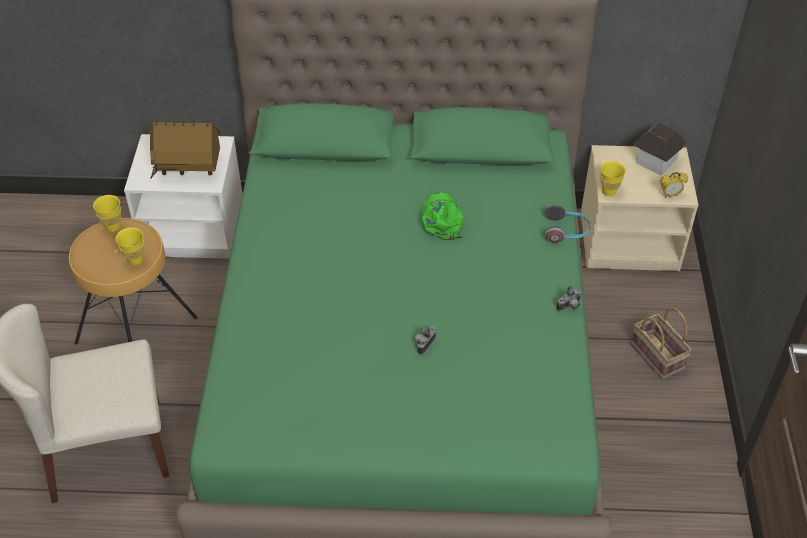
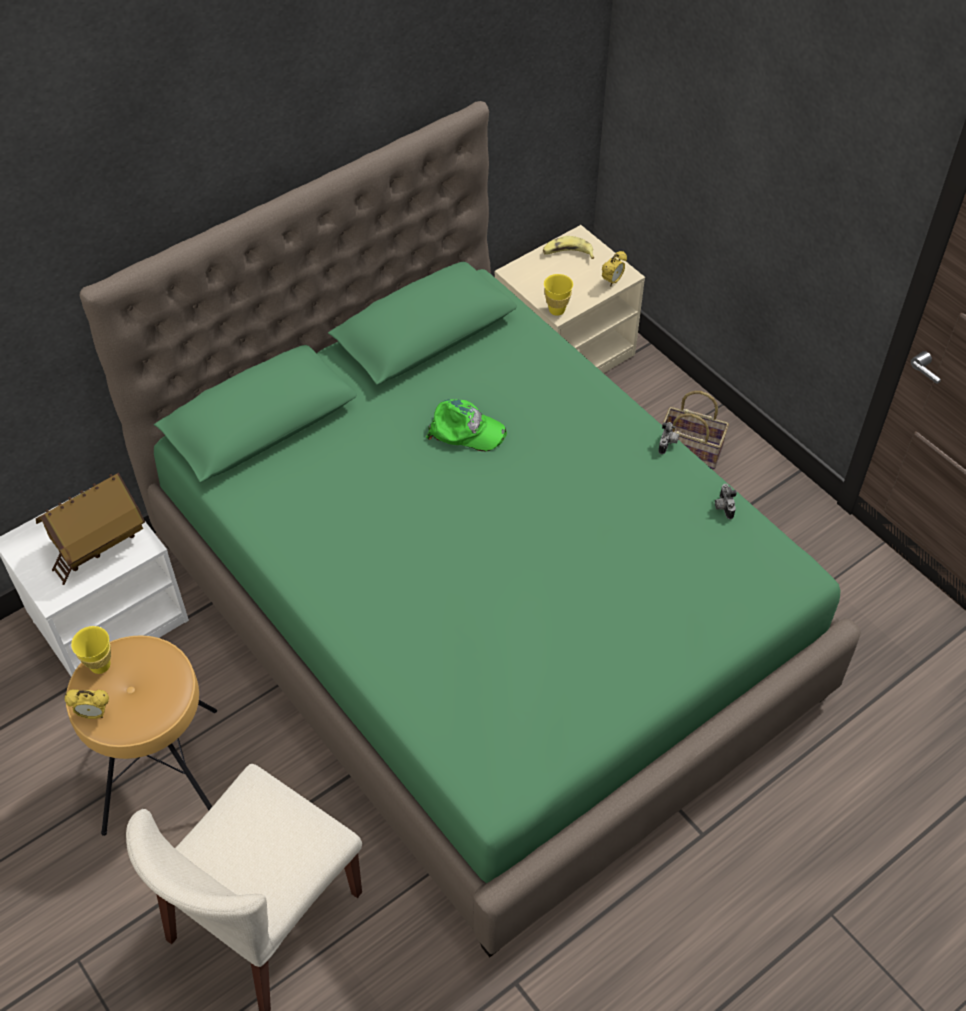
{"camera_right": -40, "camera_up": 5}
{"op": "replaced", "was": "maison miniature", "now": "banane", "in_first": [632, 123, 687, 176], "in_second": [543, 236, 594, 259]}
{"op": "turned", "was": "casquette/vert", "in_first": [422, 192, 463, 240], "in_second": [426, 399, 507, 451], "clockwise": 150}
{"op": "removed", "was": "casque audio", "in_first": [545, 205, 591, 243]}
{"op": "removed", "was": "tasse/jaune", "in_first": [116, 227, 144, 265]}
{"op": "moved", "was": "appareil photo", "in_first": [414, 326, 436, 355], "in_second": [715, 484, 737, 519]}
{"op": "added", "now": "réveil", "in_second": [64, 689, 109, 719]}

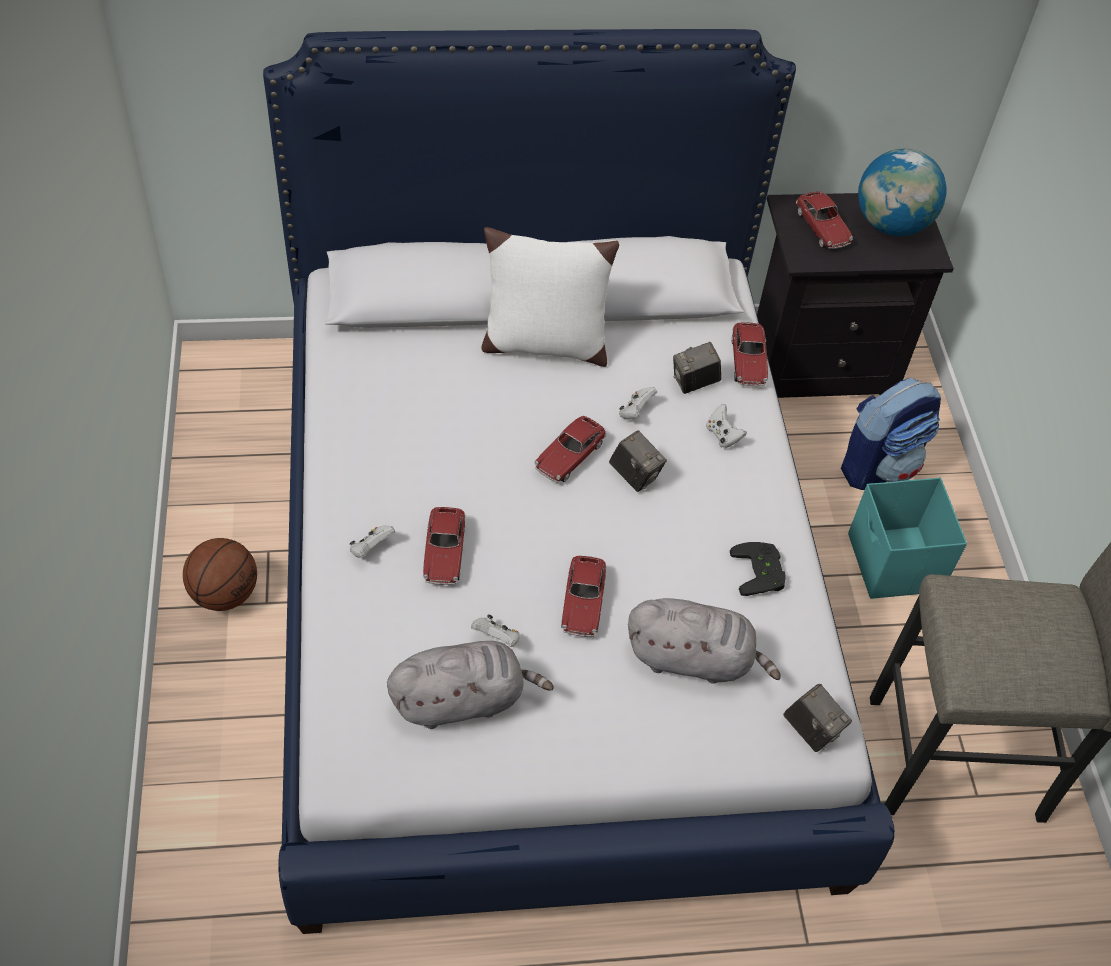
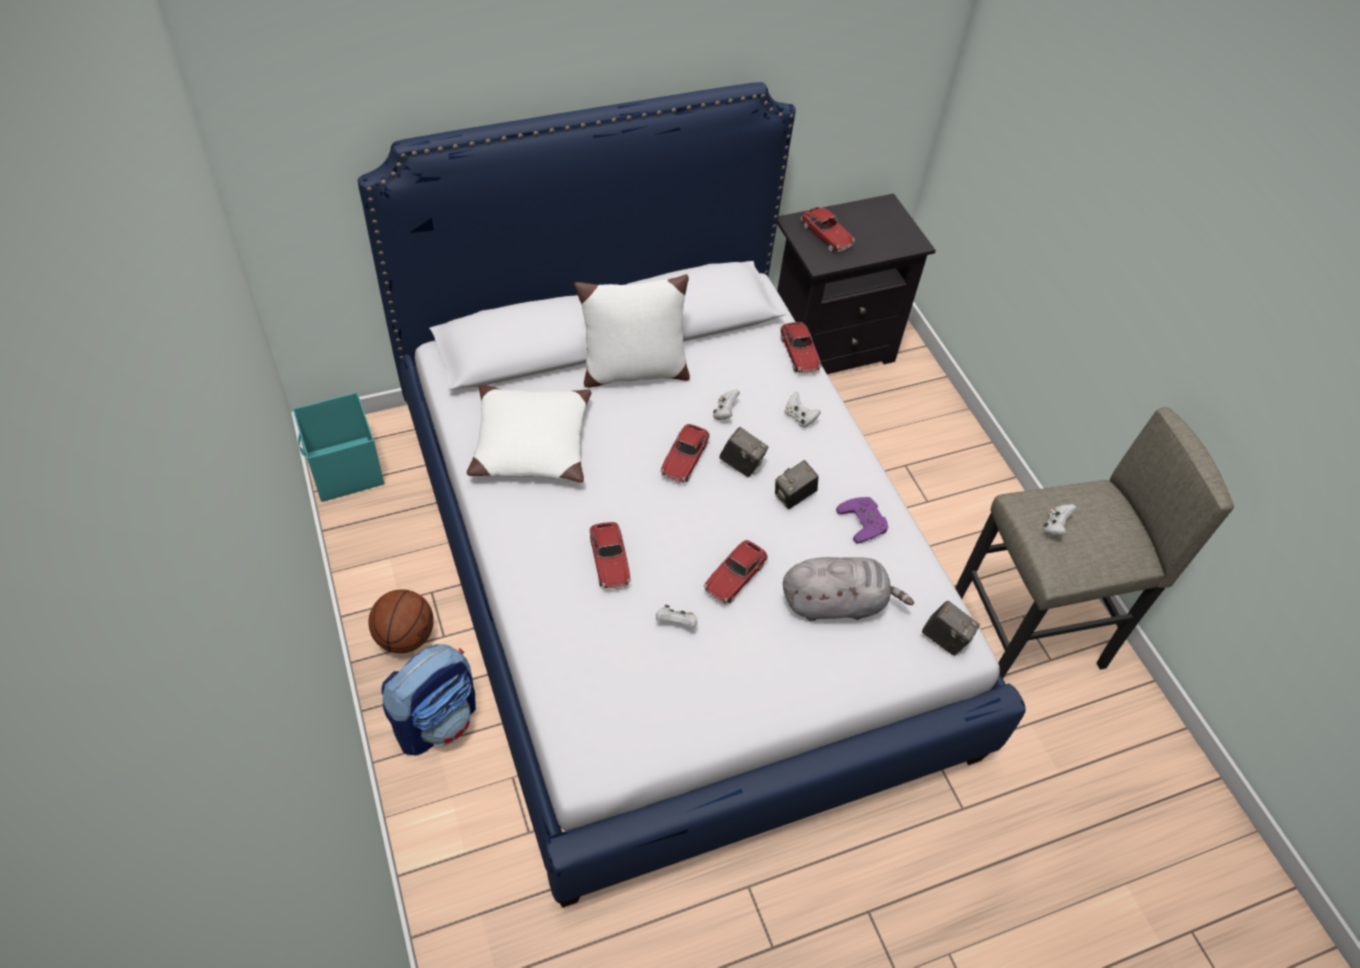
{"camera_right": -15, "camera_up": 0}
{"op": "removed", "was": "globe", "in_first": [858, 149, 946, 236]}
{"op": "moved", "was": "appareil photo", "in_first": [673, 342, 721, 394], "in_second": [775, 460, 819, 509]}
{"op": "moved", "was": "sac à dos", "in_first": [841, 378, 941, 490], "in_second": [381, 644, 476, 756]}
{"op": "moved", "was": "boîte de rangement/turquoise", "in_first": [848, 477, 967, 599], "in_second": [293, 392, 384, 502]}
{"op": "moved", "was": "manette/blanc", "in_first": [350, 525, 395, 558], "in_second": [1042, 504, 1077, 536]}
{"op": "recoloured", "was": "manette/noir", "now": "manette/violet", "in_first": [730, 542, 786, 596], "in_second": [836, 497, 888, 544]}
{"op": "turned", "was": "petite voiture", "in_first": [561, 556, 606, 637], "in_second": [704, 540, 768, 604], "clockwise": 45}
{"op": "removed", "was": "peluche/gris", "in_first": [387, 641, 554, 729]}
{"op": "added", "now": "coussin/blanc", "in_second": [467, 384, 591, 483]}

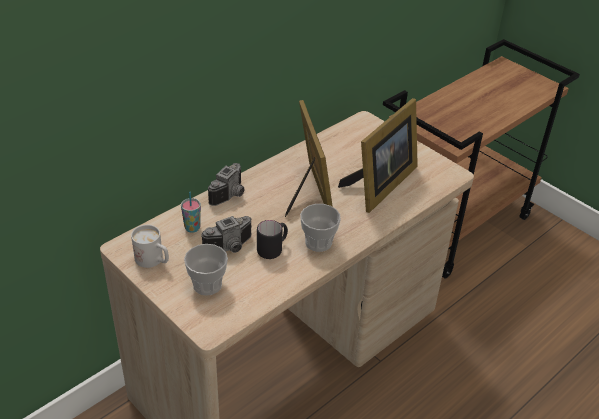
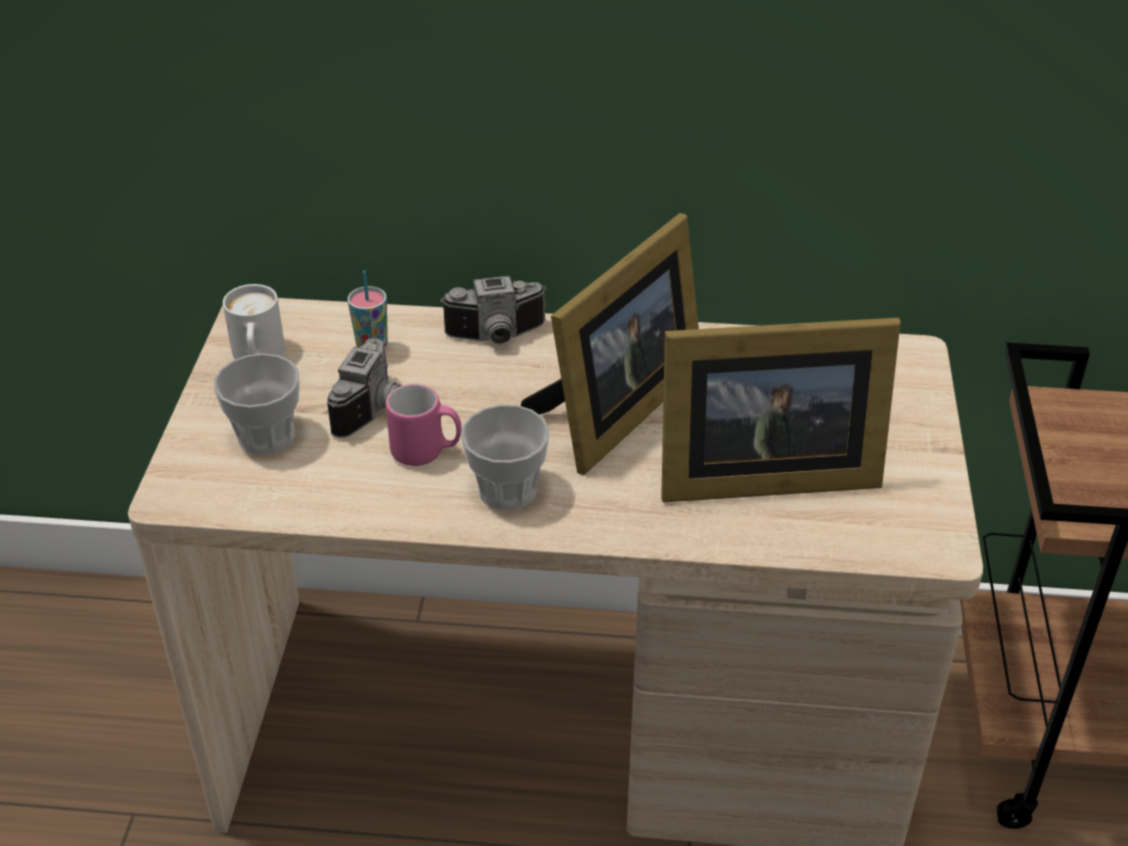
{"camera_right": 50, "camera_up": 0}
{"op": "turned", "was": "appareil photo", "in_first": [201, 216, 252, 253], "in_second": [327, 338, 401, 438], "clockwise": -90}
{"op": "recoloured", "was": "mug/noir", "now": "mug/rose", "in_first": [257, 220, 288, 259], "in_second": [386, 384, 462, 466]}

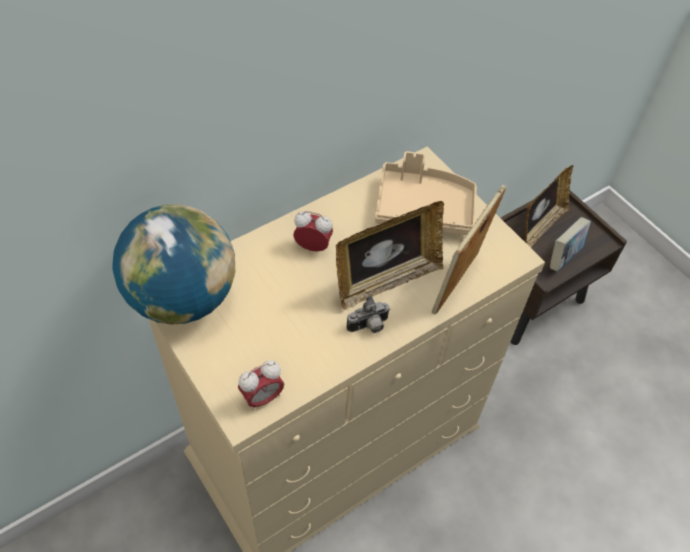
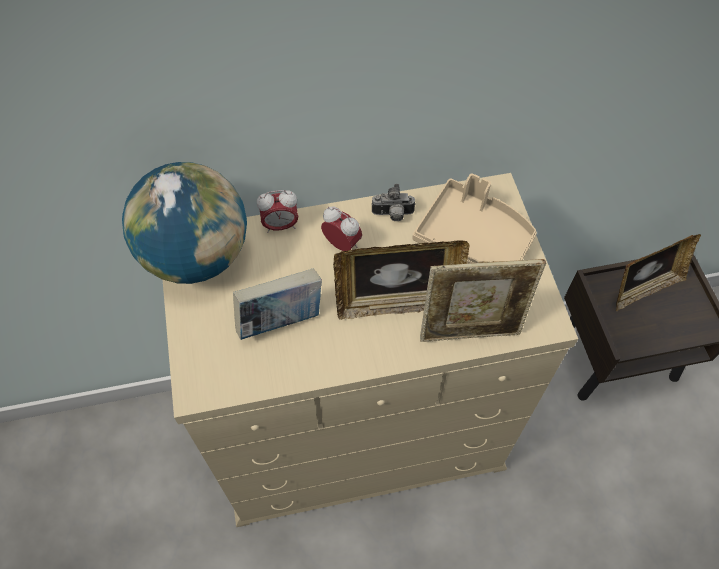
{"camera_right": 25, "camera_up": 5}
{"op": "turned", "was": "cadre photo", "in_first": [432, 185, 506, 314], "in_second": [420, 259, 546, 342], "clockwise": -150}
{"op": "moved", "was": "livre", "in_first": [550, 217, 591, 271], "in_second": [233, 269, 322, 340]}
{"op": "moved", "was": "appareil photo", "in_first": [346, 296, 390, 333], "in_second": [371, 184, 416, 221]}
{"op": "moved", "was": "réveil", "in_first": [238, 360, 284, 411], "in_second": [257, 190, 298, 233]}

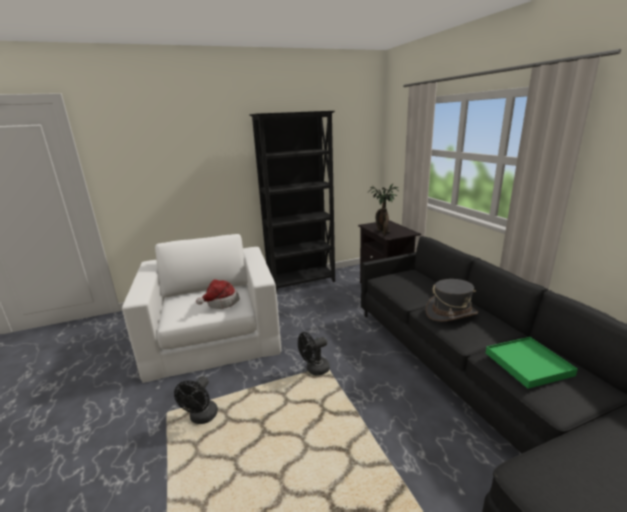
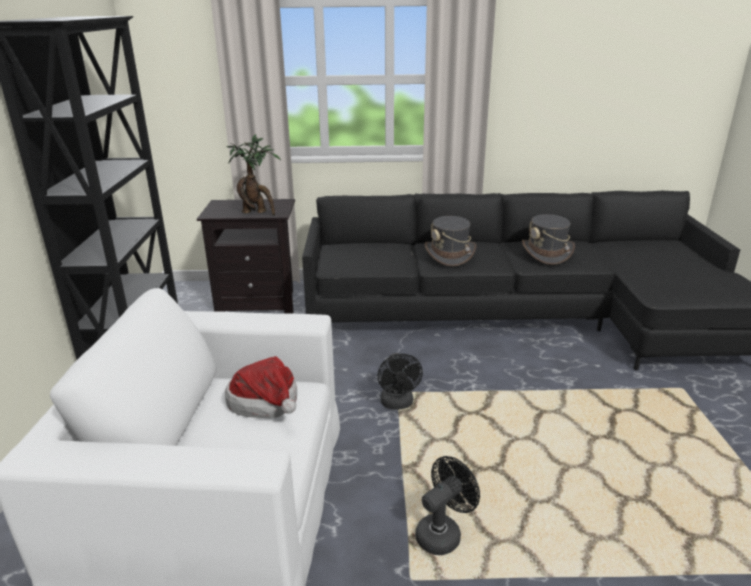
{"camera_right": -70, "camera_up": 5}
{"op": "replaced", "was": "plateau/vert", "now": "chapeau/gris", "in_first": [486, 337, 578, 389], "in_second": [522, 214, 575, 265]}
{"op": "turned", "was": "ventilateur/noir", "in_first": [174, 376, 218, 424], "in_second": [415, 456, 480, 555], "clockwise": -75}

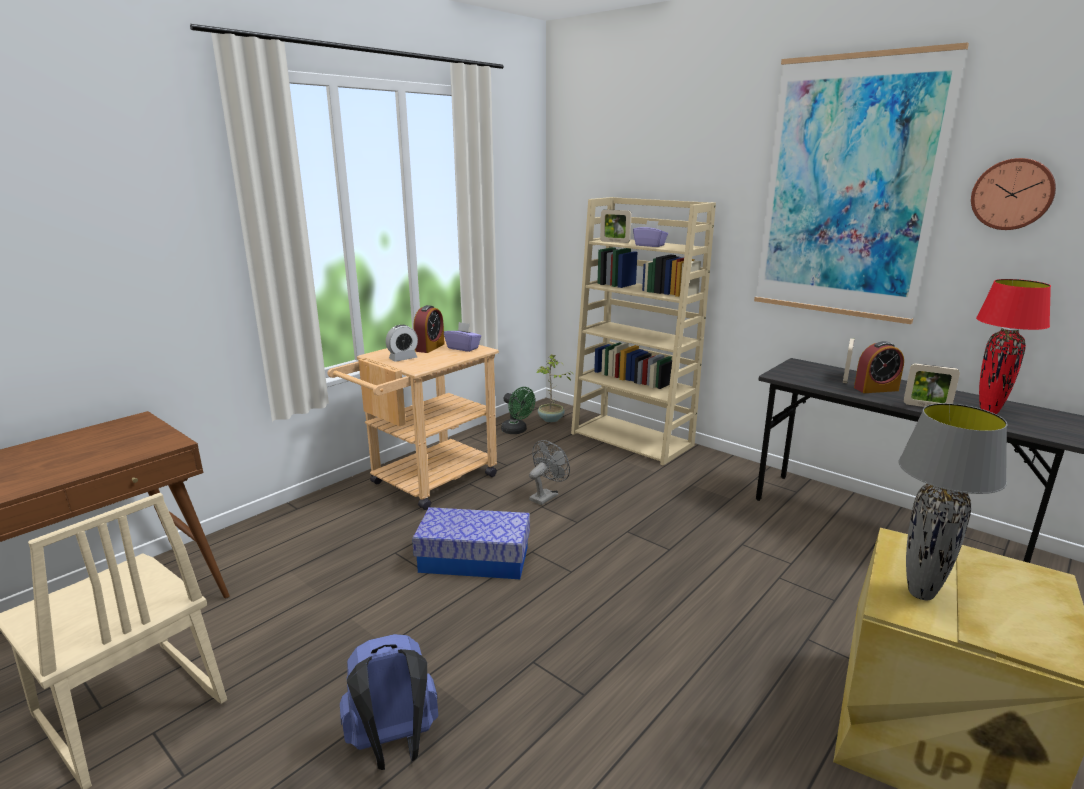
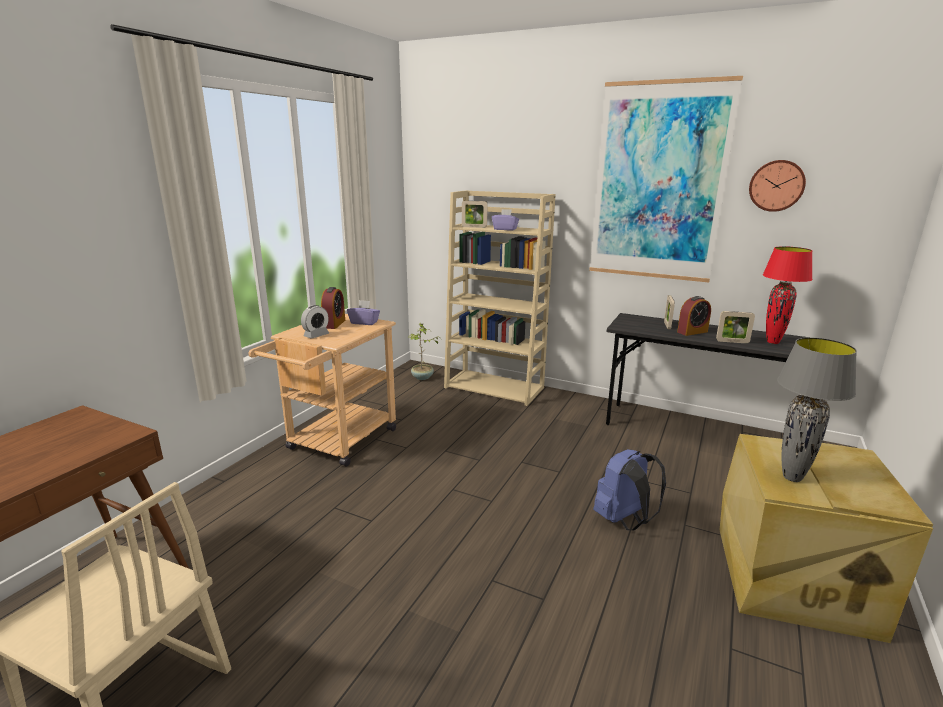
{"camera_right": -15, "camera_up": 0}
{"op": "removed", "was": "ventilateur/vert", "in_first": [501, 387, 535, 434]}
{"op": "removed", "was": "ventilateur/gris", "in_first": [529, 440, 570, 505]}
{"op": "removed", "was": "boîte de rangement", "in_first": [412, 507, 530, 579]}
{"op": "moved", "was": "sac à dos/bleu", "in_first": [340, 634, 438, 770], "in_second": [593, 449, 666, 530]}

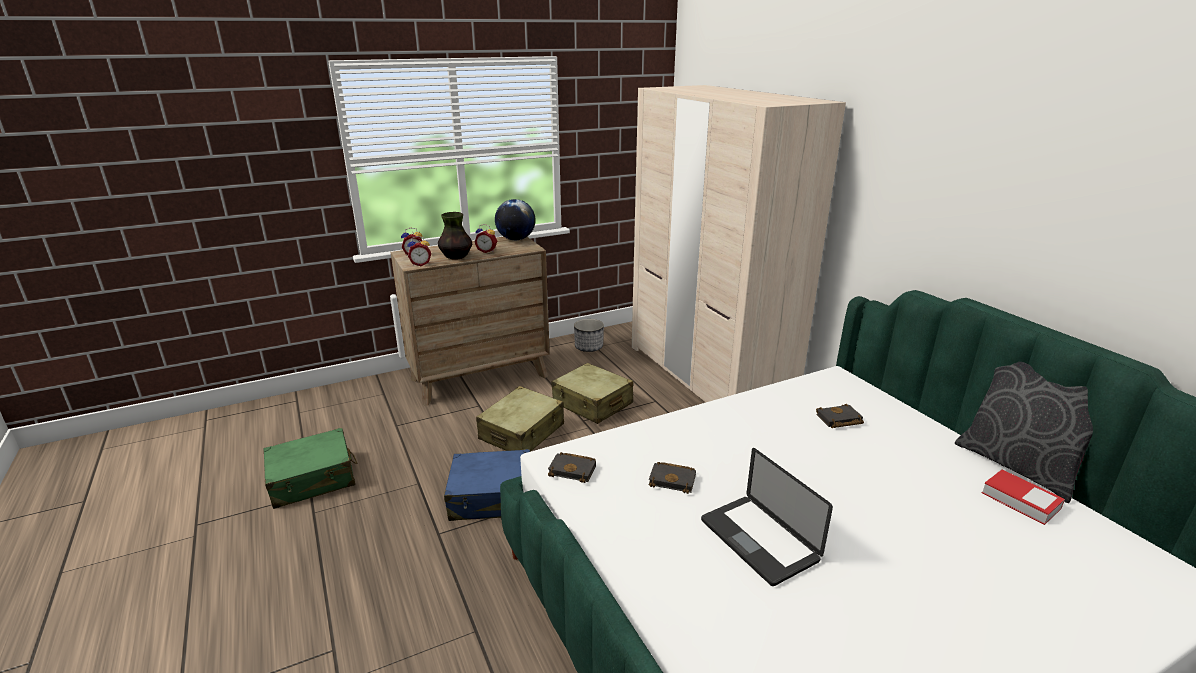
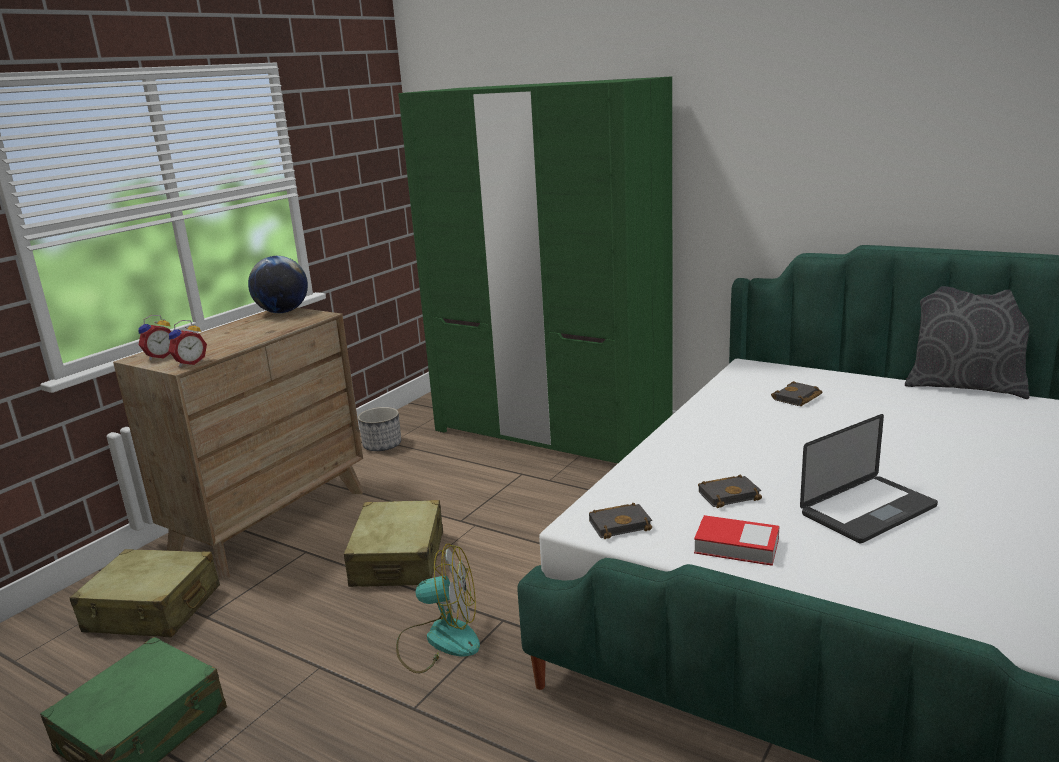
{"camera_right": -30, "camera_up": -5}
{"op": "recoloured", "was": "armoire/beige", "now": "armoire/vert", "in_first": [632, 85, 846, 403], "in_second": [398, 76, 673, 463]}
{"op": "removed", "was": "vase", "in_first": [438, 212, 472, 260]}
{"op": "removed", "was": "réveil", "in_first": [474, 224, 497, 253]}
{"op": "moved", "was": "valise/beige", "in_first": [551, 363, 633, 424], "in_second": [70, 549, 220, 637]}
{"op": "turned", "was": "ordinateur portable", "in_first": [701, 448, 833, 586], "in_second": [800, 414, 938, 543], "clockwise": -60}
{"op": "replaced", "was": "valise/bleu", "now": "ventilateur", "in_first": [444, 449, 530, 521], "in_second": [396, 544, 480, 673]}
{"op": "moved", "was": "livre", "in_first": [982, 469, 1065, 525], "in_second": [694, 515, 779, 566]}

